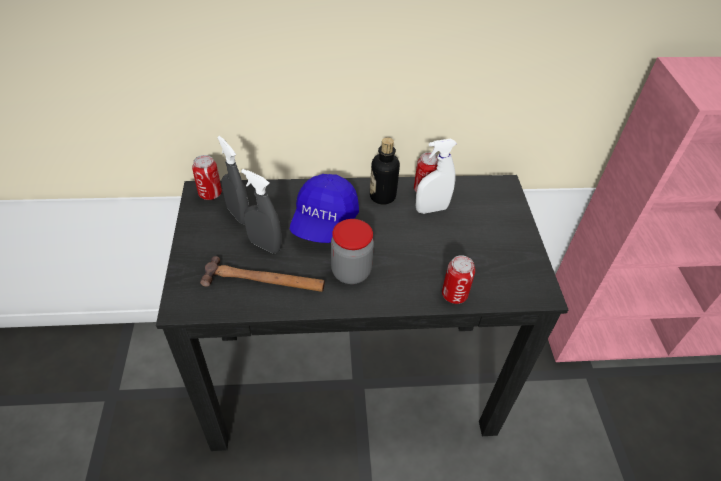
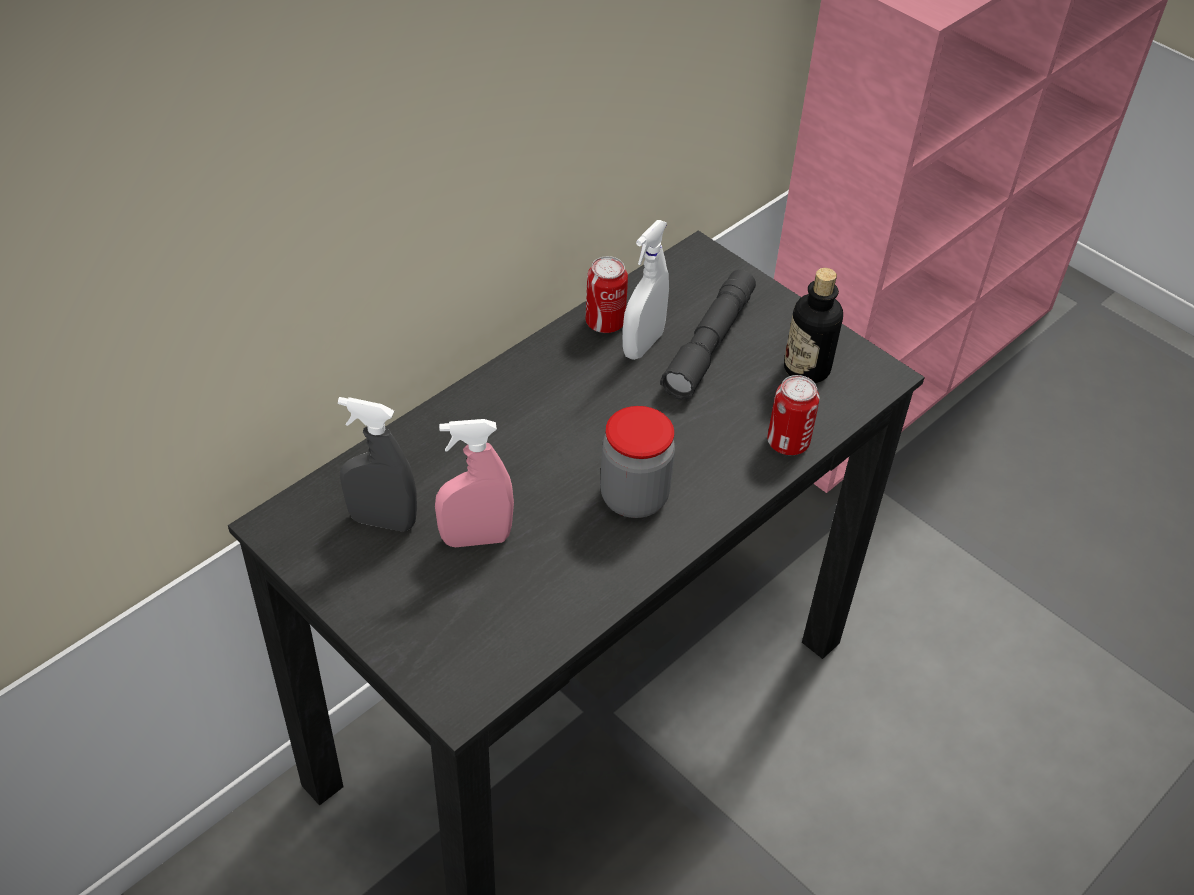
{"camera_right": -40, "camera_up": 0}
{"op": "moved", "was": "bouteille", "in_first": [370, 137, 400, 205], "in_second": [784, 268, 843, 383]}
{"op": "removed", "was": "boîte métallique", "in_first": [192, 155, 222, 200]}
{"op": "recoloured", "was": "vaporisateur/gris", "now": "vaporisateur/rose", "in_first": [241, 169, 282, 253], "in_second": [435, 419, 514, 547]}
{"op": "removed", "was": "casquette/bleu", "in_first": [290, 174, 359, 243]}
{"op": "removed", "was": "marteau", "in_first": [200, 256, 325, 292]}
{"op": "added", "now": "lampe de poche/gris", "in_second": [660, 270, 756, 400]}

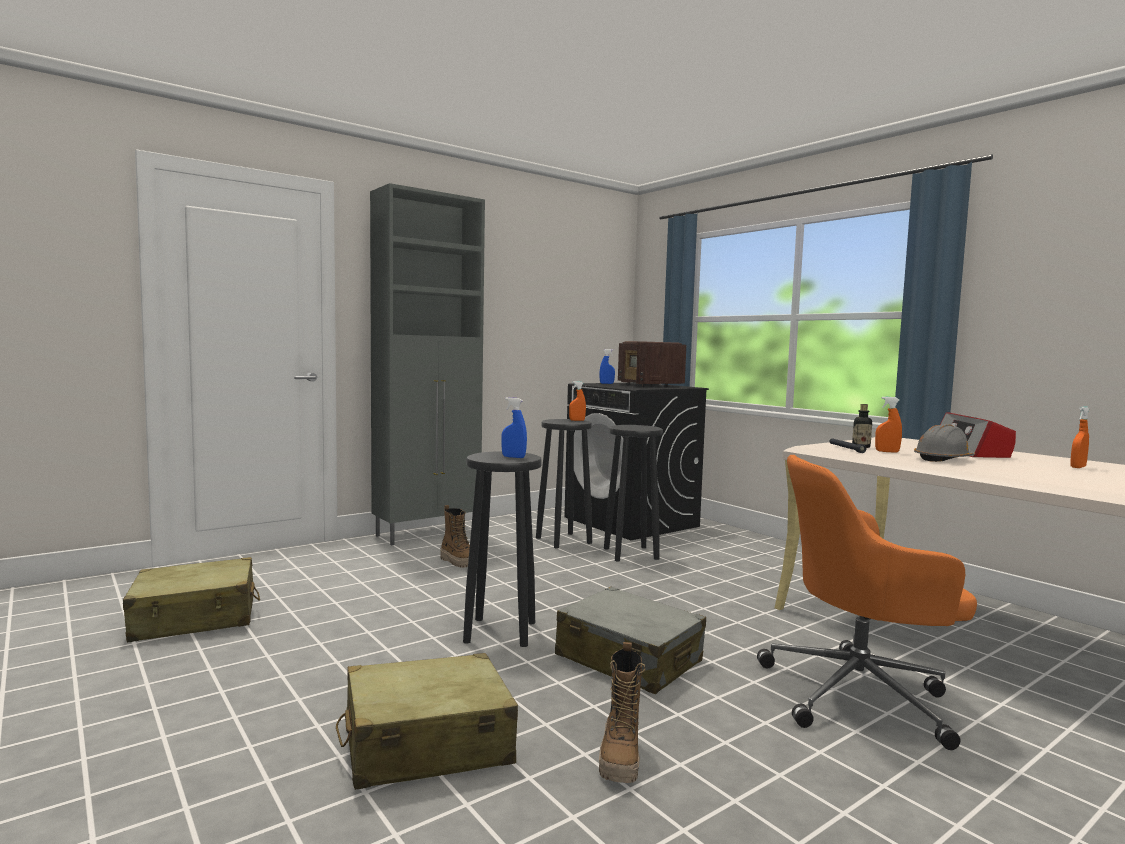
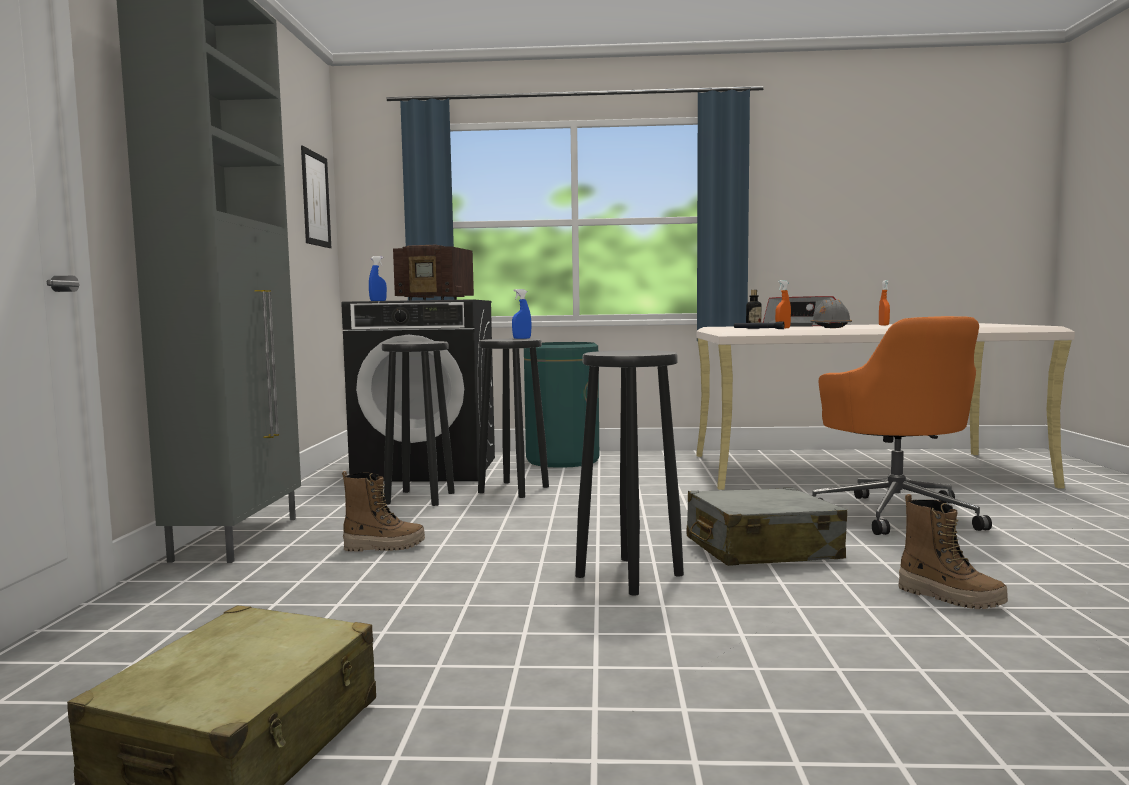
{"camera_right": -50, "camera_up": 0}
{"op": "removed", "was": "vaporisateur/orange", "in_first": [569, 381, 586, 421]}
{"op": "moved", "was": "vaporisateur/bleu", "in_first": [501, 397, 527, 458], "in_second": [512, 289, 531, 339]}
{"op": "turned", "was": "chaise de bureau/orange", "in_first": [757, 455, 977, 750], "in_second": [812, 316, 992, 535], "clockwise": -45}
{"op": "removed", "was": "valise/beige", "in_first": [336, 653, 518, 790]}
{"op": "added", "now": "tableau", "in_second": [301, 146, 331, 248]}
{"op": "added", "now": "poubelle/vert", "in_second": [524, 342, 599, 468]}

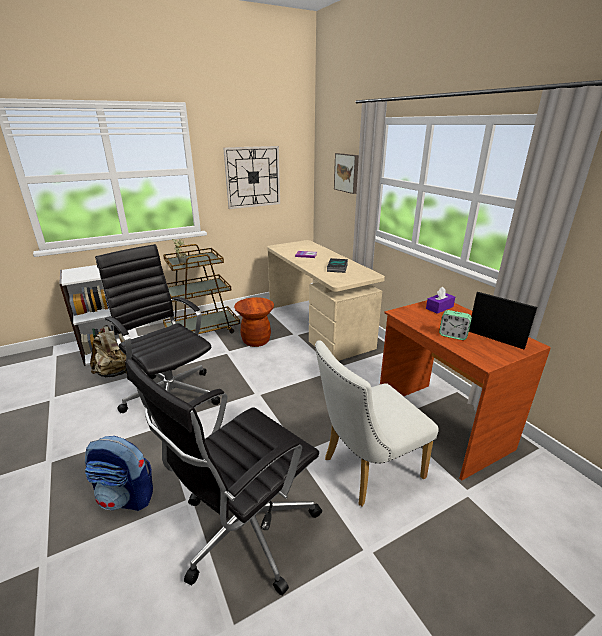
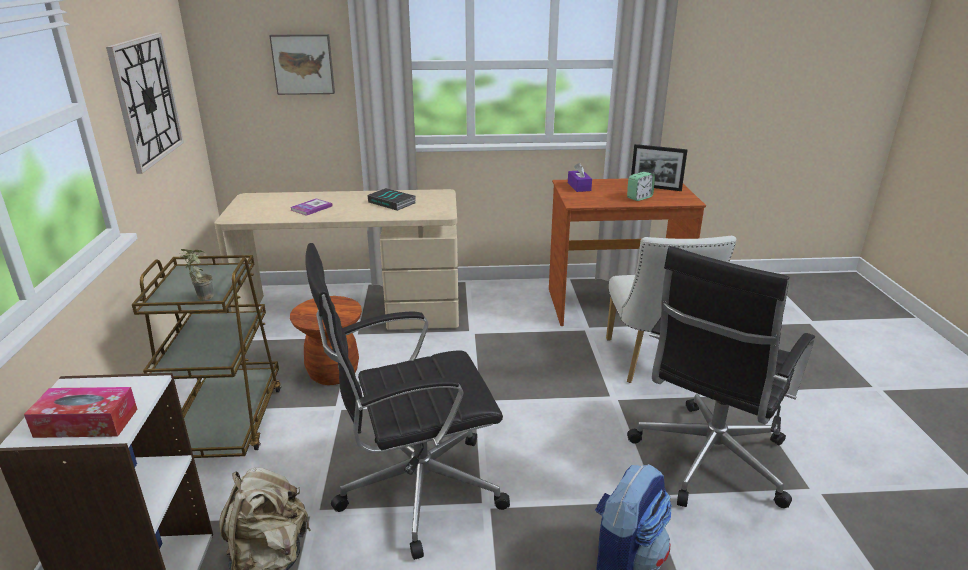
{"camera_right": -65, "camera_up": 0}
{"op": "turned", "was": "cadre photo", "in_first": [469, 292, 537, 349], "in_second": [631, 144, 688, 191], "clockwise": -135}
{"op": "turned", "was": "chaise de bureau/noir", "in_first": [126, 359, 322, 596], "in_second": [627, 246, 815, 508], "clockwise": 60}
{"op": "added", "now": "boîte à mouchoirs", "in_second": [24, 387, 137, 438]}

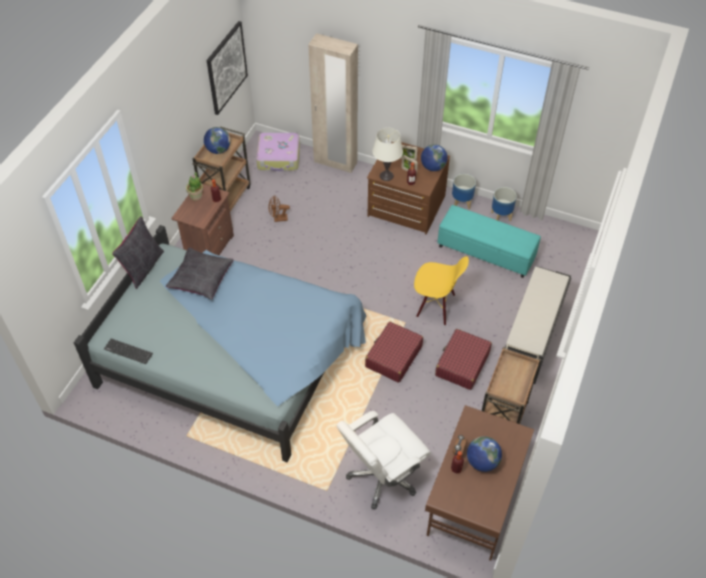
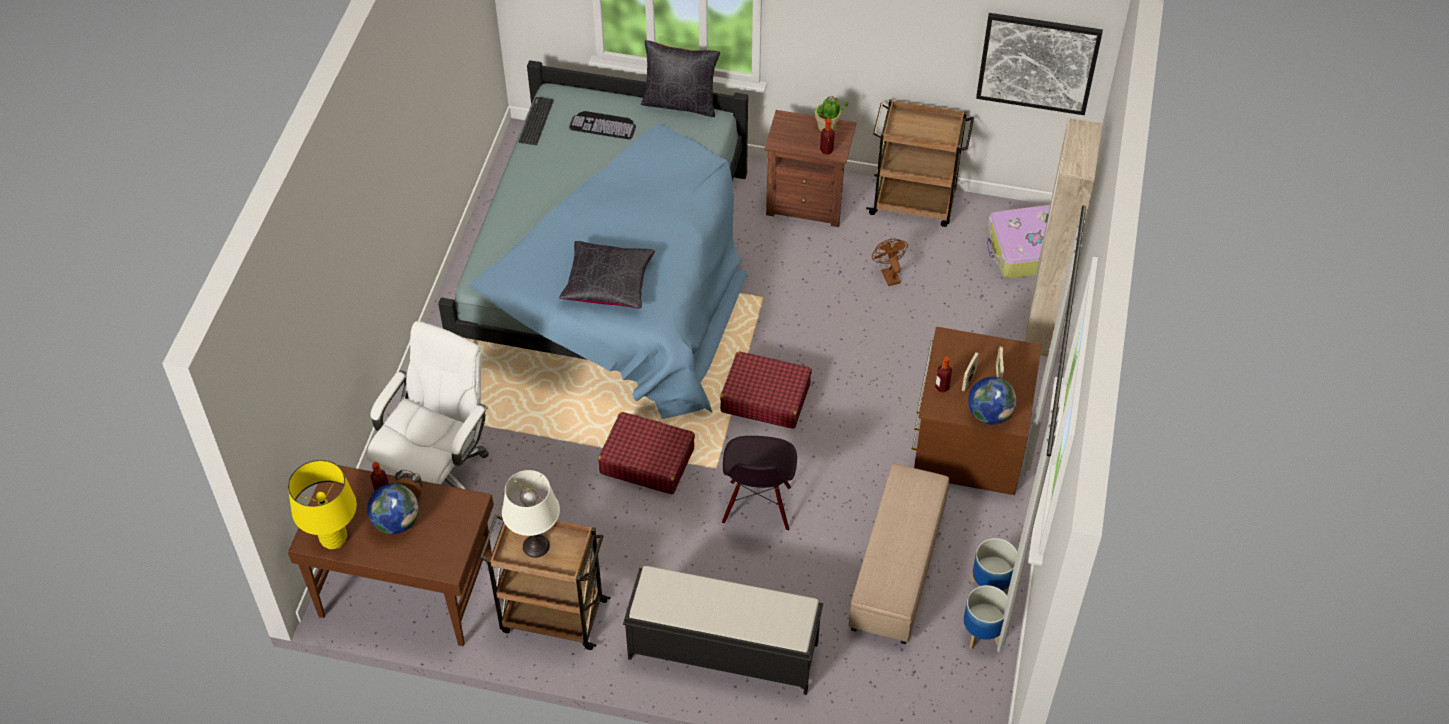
{"camera_right": 80, "camera_up": 0}
{"op": "removed", "was": "globe", "in_first": [204, 127, 231, 154]}
{"op": "moved", "was": "lampe de table/blanc", "in_first": [373, 128, 403, 181], "in_second": [502, 470, 560, 558]}
{"op": "moved", "was": "cache-pot", "in_first": [452, 174, 476, 209], "in_second": [964, 585, 1008, 649]}
{"op": "recoloured", "was": "pouf/turquoise", "now": "pouf/beige", "in_first": [437, 205, 541, 278], "in_second": [849, 464, 949, 644]}
{"op": "moved", "was": "coussin/noir", "in_first": [166, 247, 234, 300], "in_second": [559, 241, 655, 308]}
{"op": "recoloured", "was": "chaise/jaune", "now": "chaise/noir", "in_first": [414, 256, 469, 325], "in_second": [722, 436, 797, 531]}
{"op": "moved", "was": "valise/rouge", "in_first": [435, 329, 492, 390], "in_second": [720, 351, 812, 429]}
{"op": "turned", "was": "chaise de bureau/blanc", "in_first": [337, 411, 431, 510], "in_second": [367, 321, 489, 489], "clockwise": 75}
{"op": "added", "now": "clavier", "in_second": [569, 111, 636, 139]}
{"op": "added", "now": "lampe de table/jaune", "in_second": [288, 460, 357, 549]}

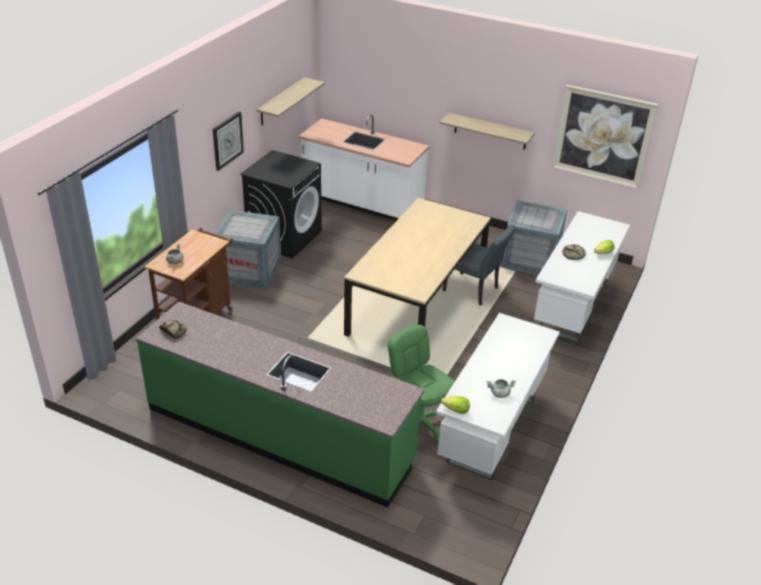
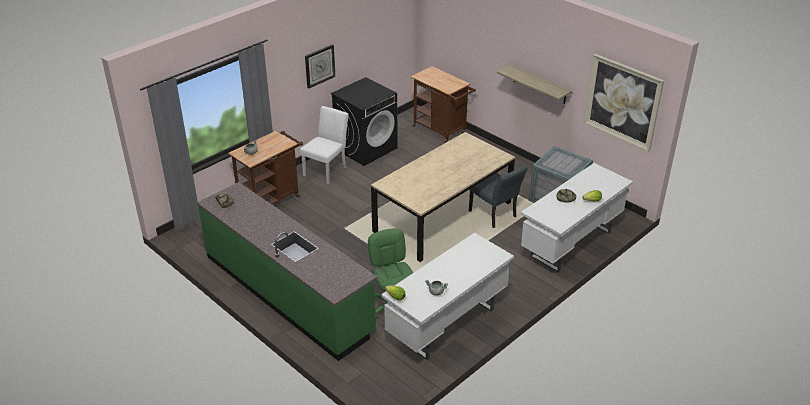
{"camera_right": 20, "camera_up": 0}
{"op": "removed", "was": "étagère", "in_first": [256, 77, 325, 125]}
{"op": "replaced", "was": "comptoir de cuisine/blanc", "now": "chariot/marron", "in_first": [299, 115, 429, 221], "in_second": [411, 66, 476, 143]}
{"op": "replaced", "was": "caisse", "now": "chaise/blanc", "in_first": [214, 210, 281, 289], "in_second": [300, 106, 348, 184]}

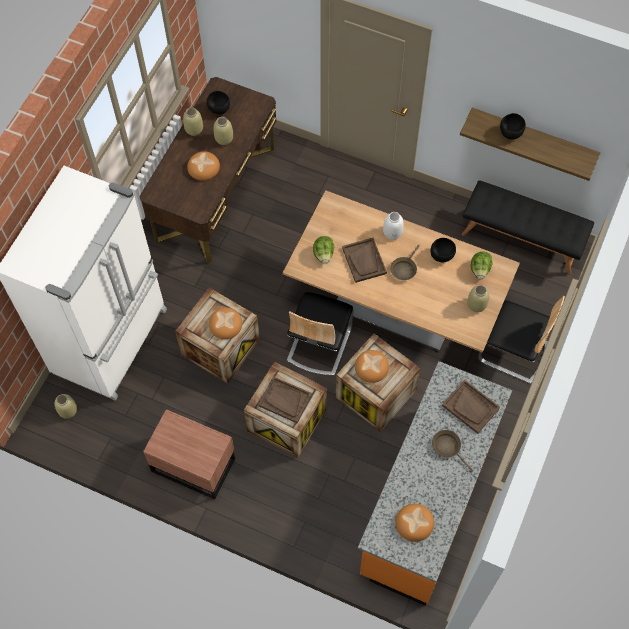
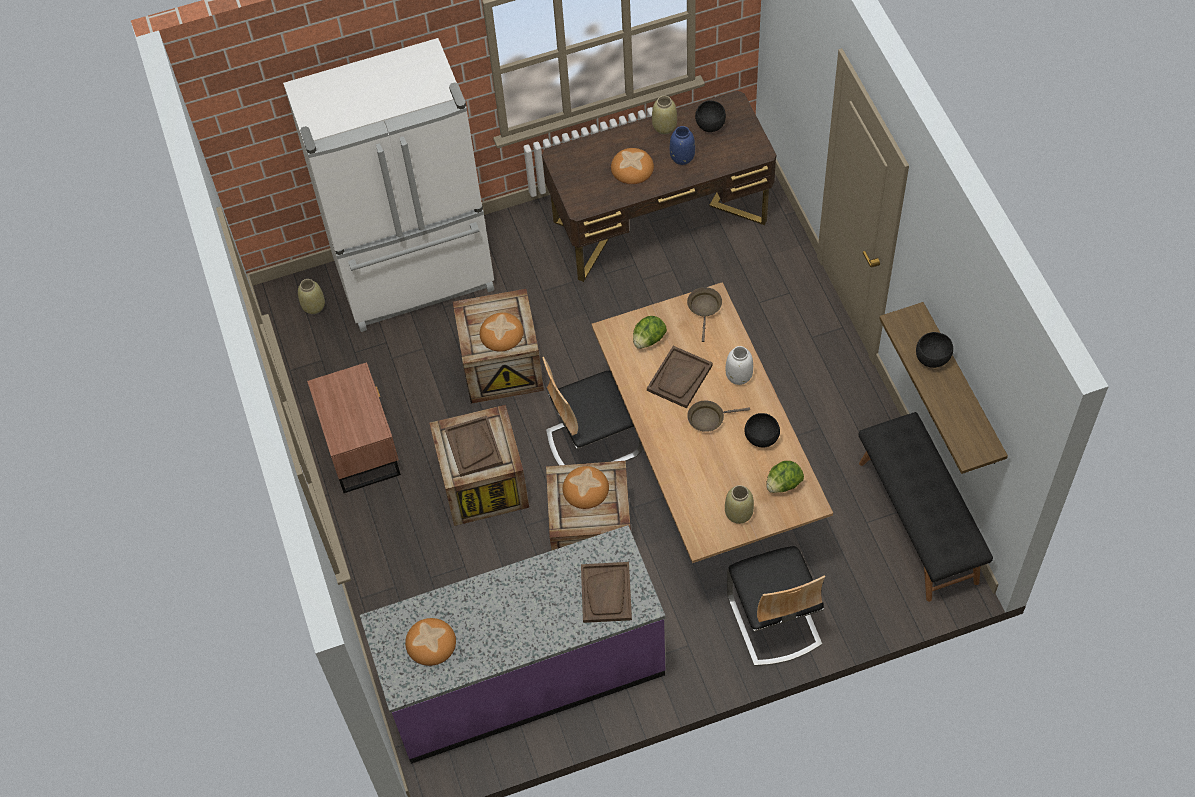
{"camera_right": 50, "camera_up": -5}
{"op": "recoloured", "was": "vase/beige", "now": "vase/bleu", "in_first": [214, 117, 233, 145], "in_second": [670, 126, 695, 165]}
{"op": "recoloured", "was": "comptoir de cuisine/orange", "now": "comptoir de cuisine/violet", "in_first": [358, 361, 512, 606], "in_second": [360, 525, 665, 764]}
{"op": "moved", "was": "poêle/marron", "in_first": [432, 430, 473, 471], "in_second": [687, 287, 722, 342]}

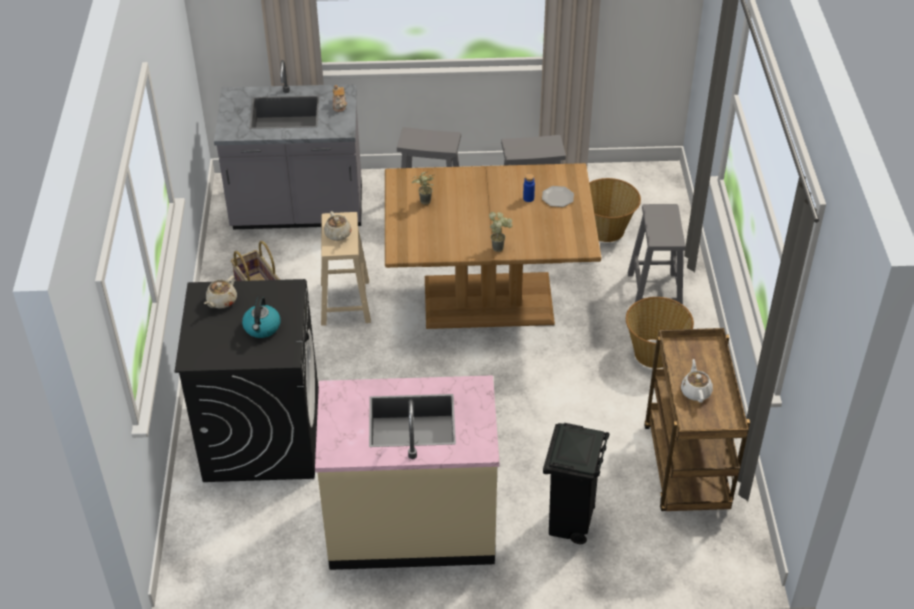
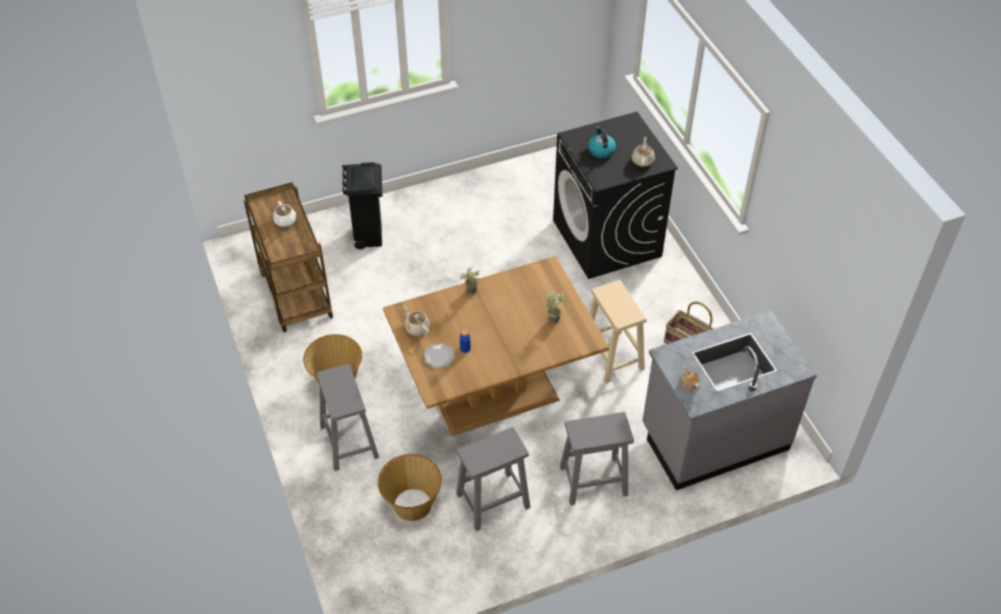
{"camera_right": 160, "camera_up": 5}
{"op": "moved", "was": "théière/beige", "in_first": [324, 211, 352, 241], "in_second": [403, 305, 430, 336]}
{"op": "removed", "was": "comptoir de cuisine/beige", "in_first": [315, 375, 499, 570]}

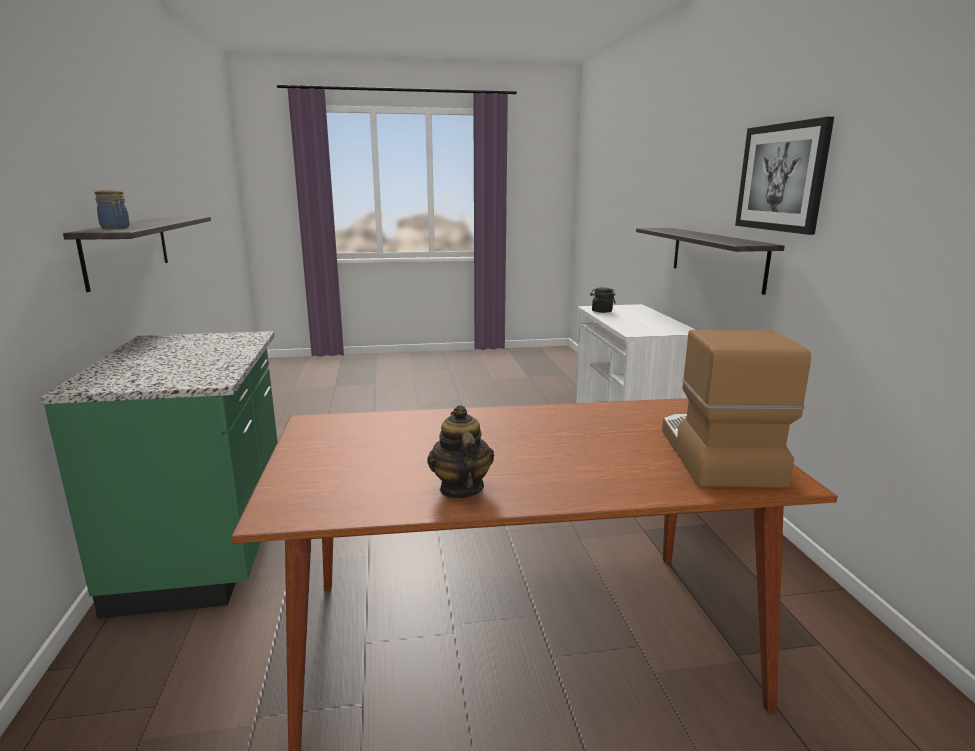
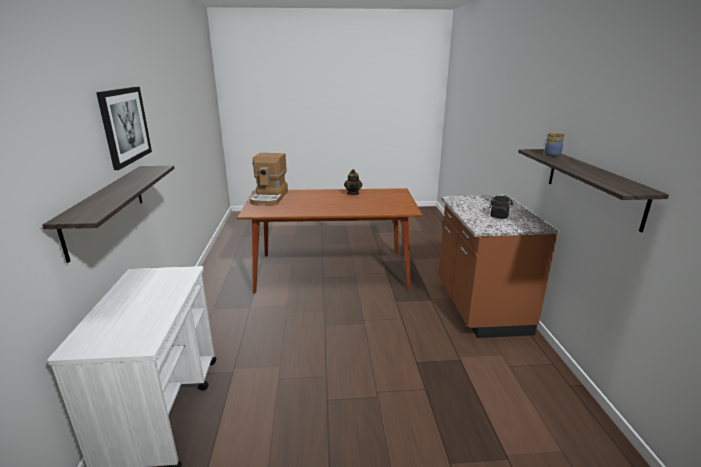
{"camera_right": -175, "camera_up": 5}
{"op": "moved", "was": "bocal/noir", "in_first": [590, 288, 616, 313], "in_second": [489, 196, 513, 219]}
{"op": "recoloured", "was": "comptoir de cuisine/vert", "now": "comptoir de cuisine/marron", "in_first": [41, 331, 277, 618], "in_second": [438, 195, 559, 338]}

